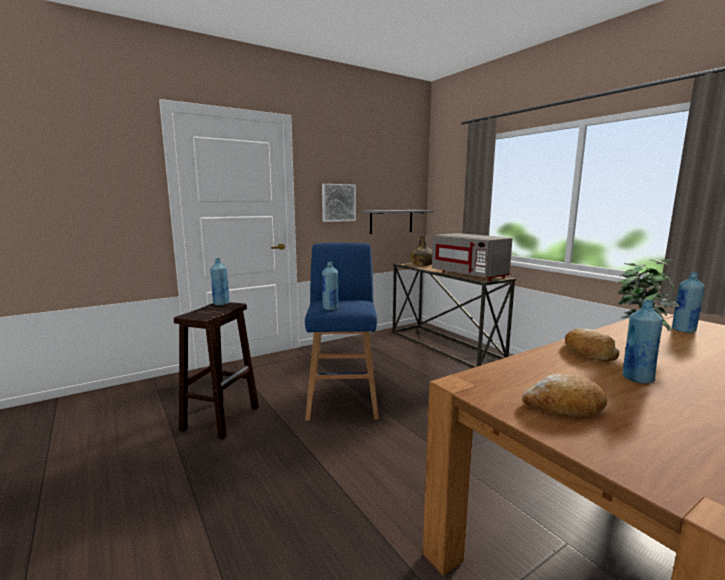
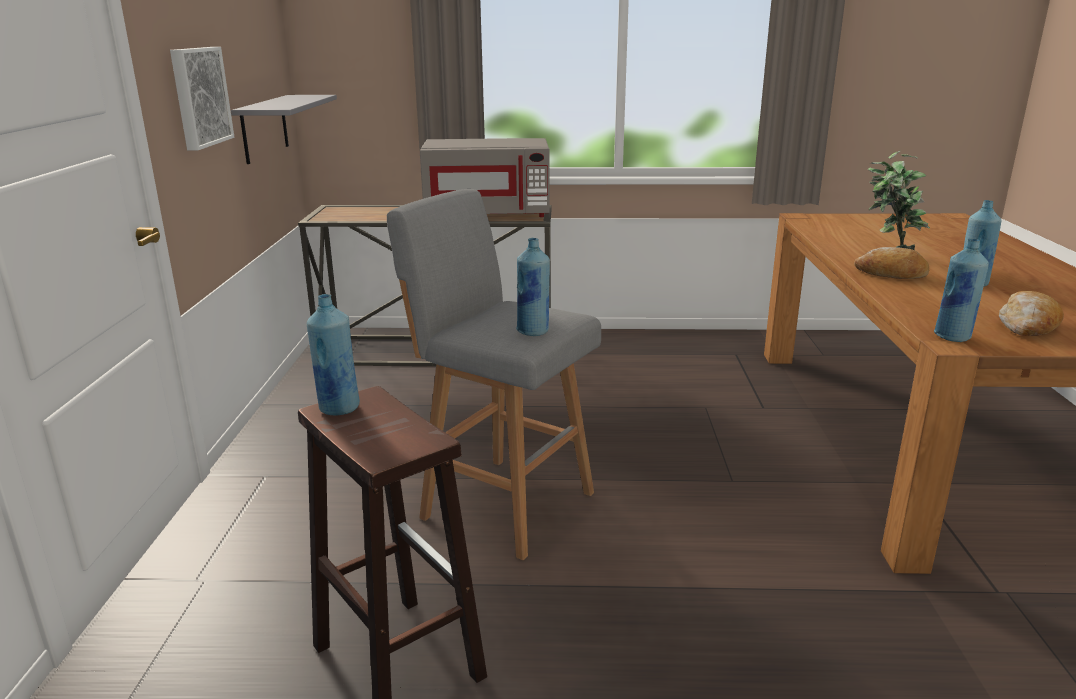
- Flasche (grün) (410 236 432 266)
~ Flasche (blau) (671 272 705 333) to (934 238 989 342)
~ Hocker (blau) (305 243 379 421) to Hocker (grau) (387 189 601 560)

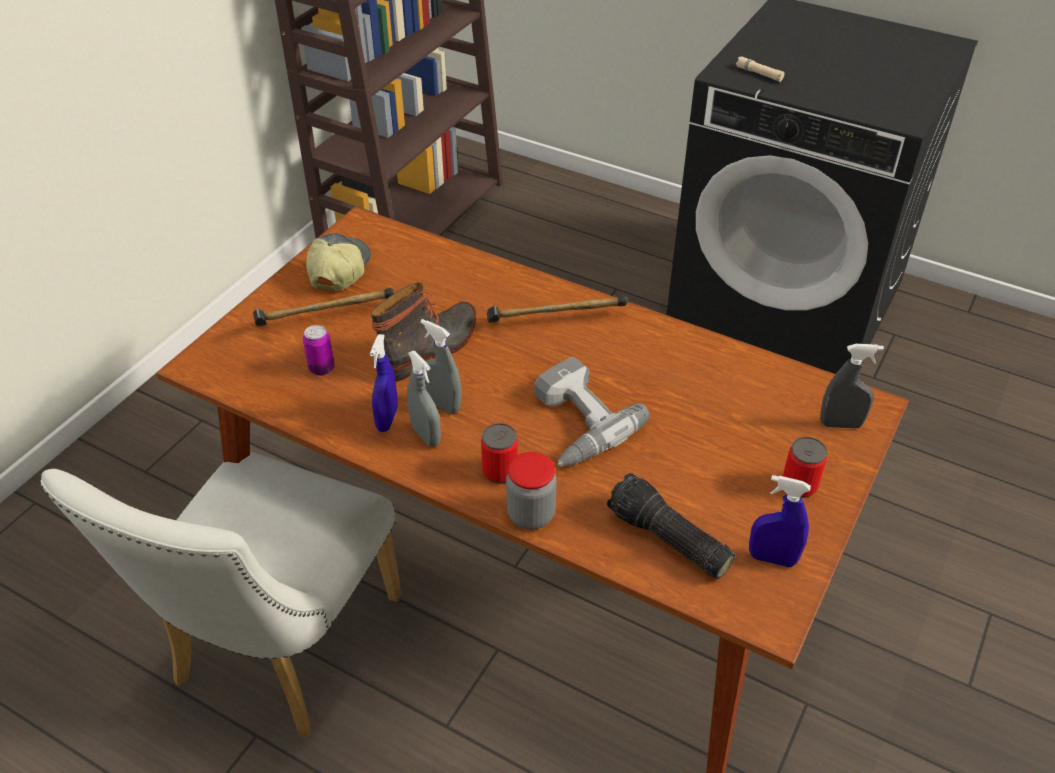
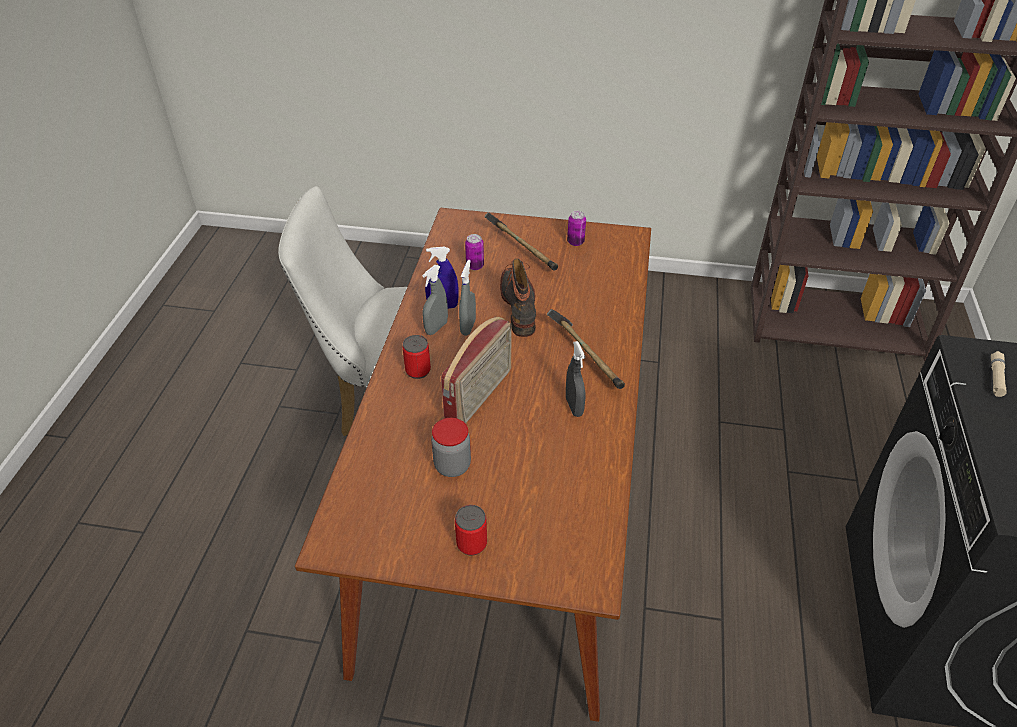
- Taschenlampe (607 473 735 579)
- Sprühflasche (blau) (749 475 811 567)
~ Vorratsglas (506 452 557 529) to (431 418 471 477)
~ Sprühflasche (grau) (820 344 884 429) to (566 341 586 417)
~ Kappe (306 233 371 291) to Dose (567 211 586 246)
~ Bohrmaschine (534 357 649 467) to Radio (441 316 511 423)
~ Stiefel (371 282 476 382) = (500 259 536 337) 120 degrees counterclockwise

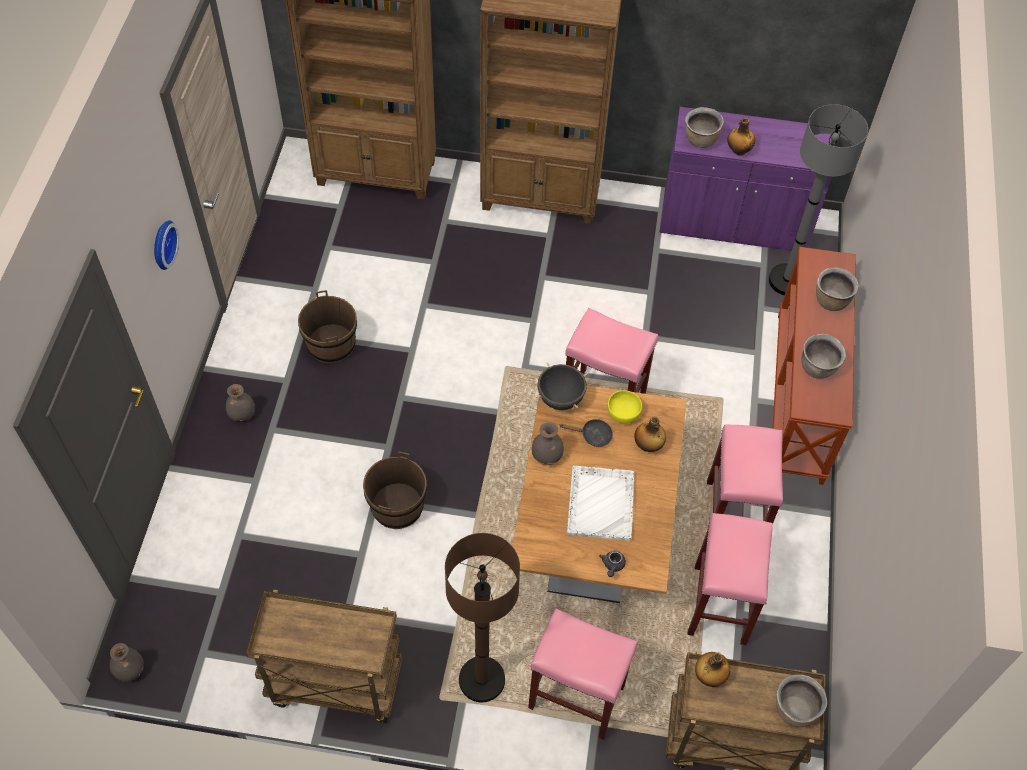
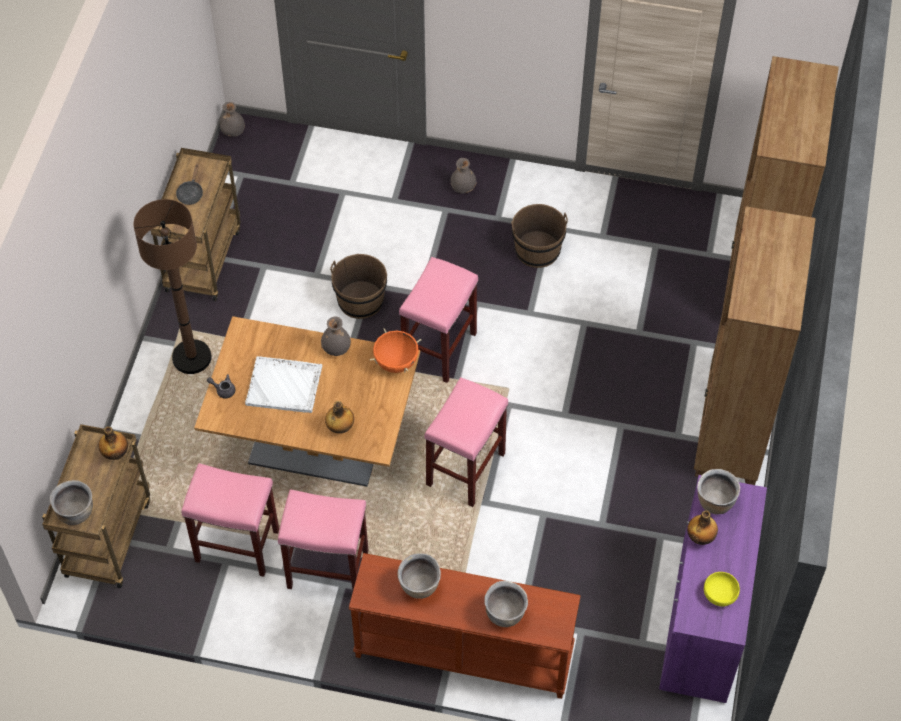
- Wanduhr (154 220 179 270)
- Stehlampe (grau) (769 104 868 295)
~ Hocker (rosa) (528 609 638 740) to (399 257 478 383)
~ Pfanne (schwarz) (559 419 613 447) to (176 165 203 205)
~ Schüssel (gelb) (607 390 642 424) to (704 572 740 607)
~ Kochtopf (schwarz) (535 362 589 410) to Kochtopf (orange) (370 328 422 373)

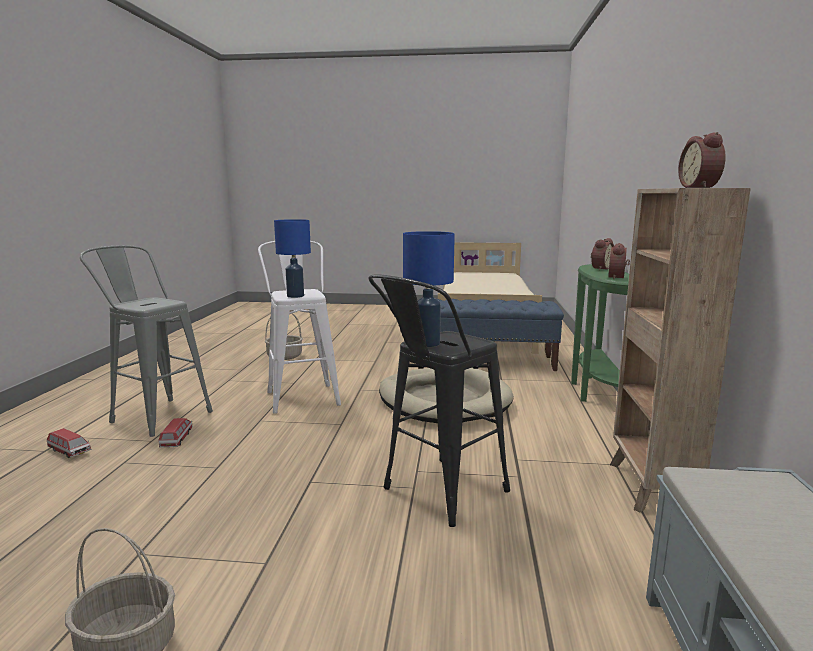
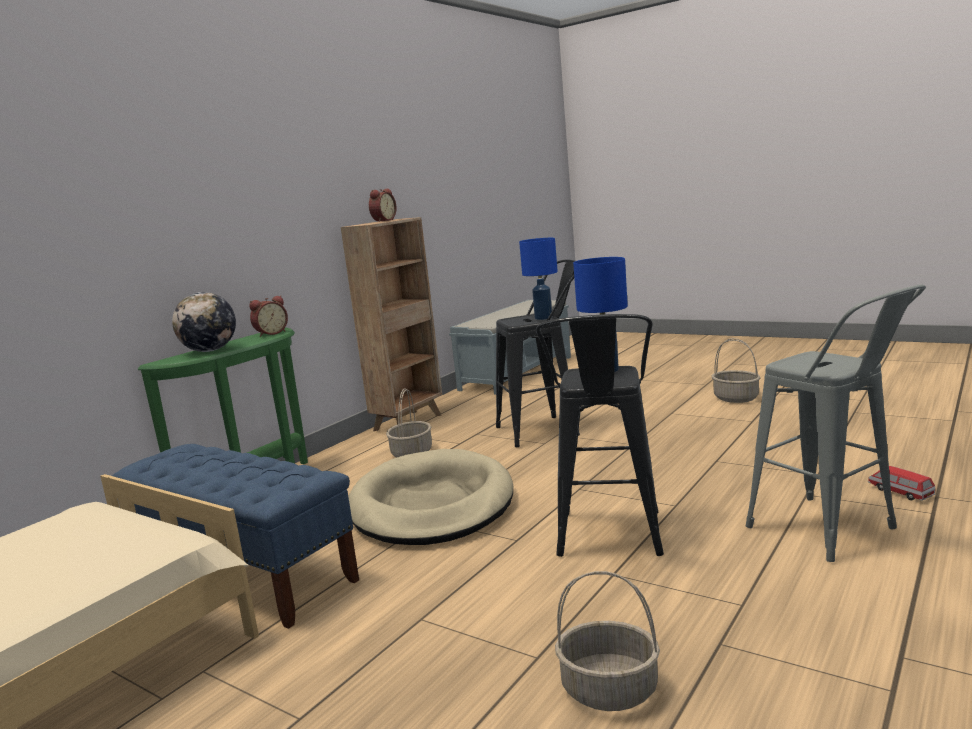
- Spielzeugauto (159 418 193 448)
+ Korb (386 389 432 457)
~ Wecker (591 238 614 270) to Globus (172 292 236 352)
~ Hocker (weiß) (258 241 341 414) to Hocker (schwarz) (536 314 664 557)

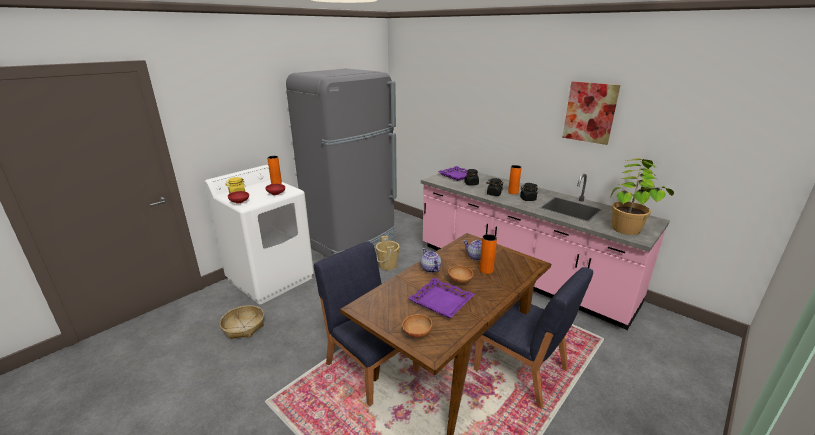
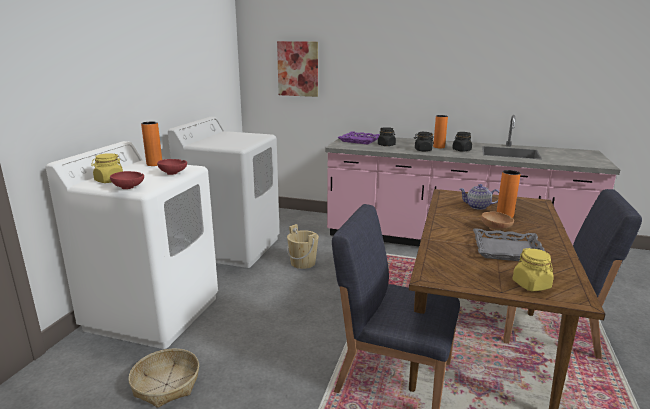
- Teekanne (420 248 441 273)
- Topfpflanze (610 158 674 235)
~ Bild (562 81 620 145) to (277 41 318 97)
~ Kühlschrank (grau) (286 69 397 257) to Waschmaschine (weiß) (168 117 280 268)
~ Schüssel (braun) (402 314 433 338) to Vorratsglas (gelb) (513 248 554 291)
~ Tablett (lila) (408 278 475 318) to Tablett (grau) (473 228 545 261)

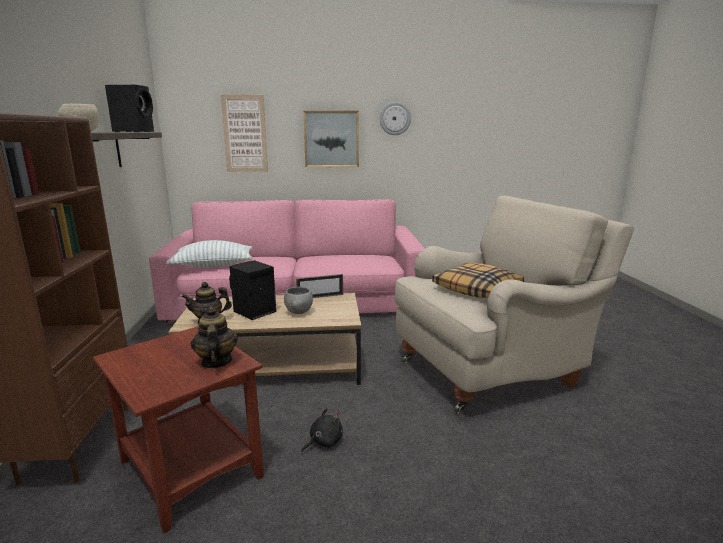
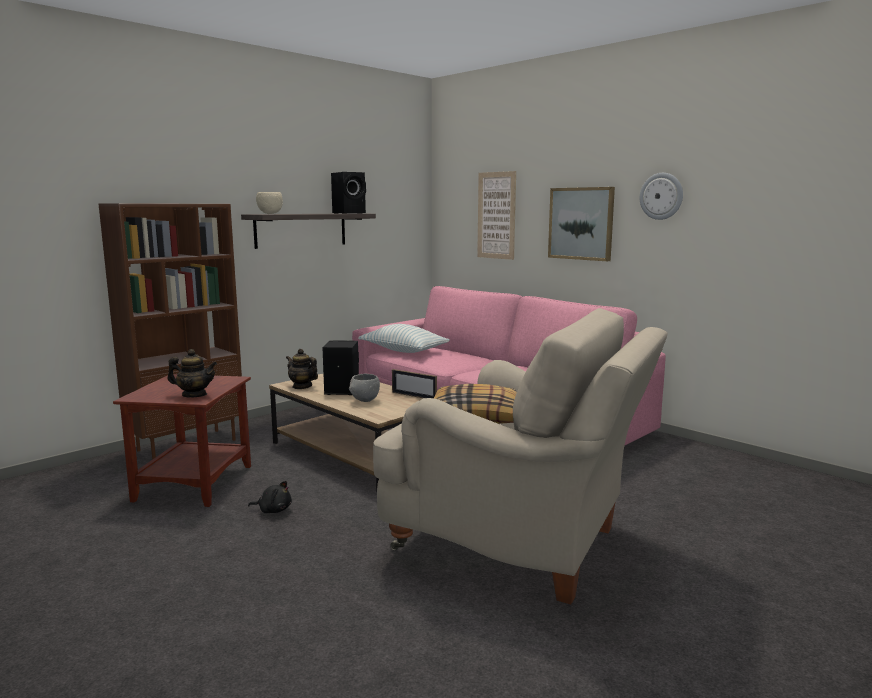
~ Teekanne (191 306 238 369) = (168 349 217 397) 60 degrees clockwise

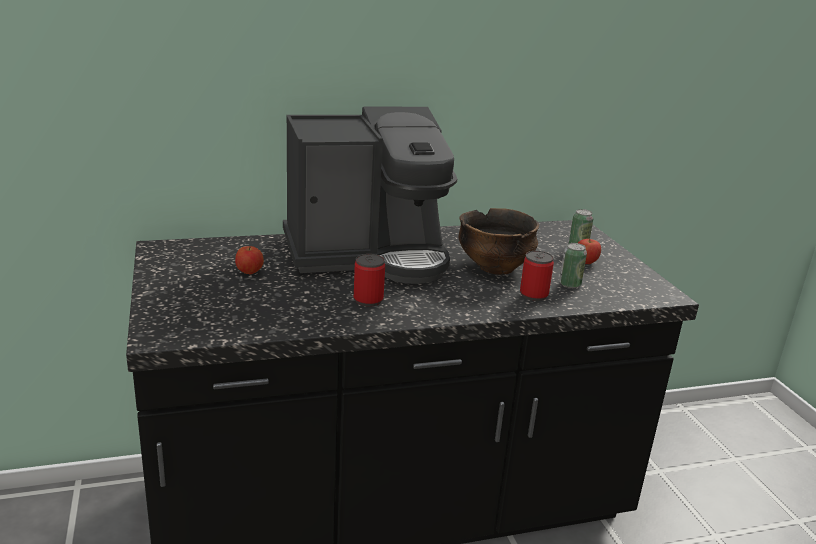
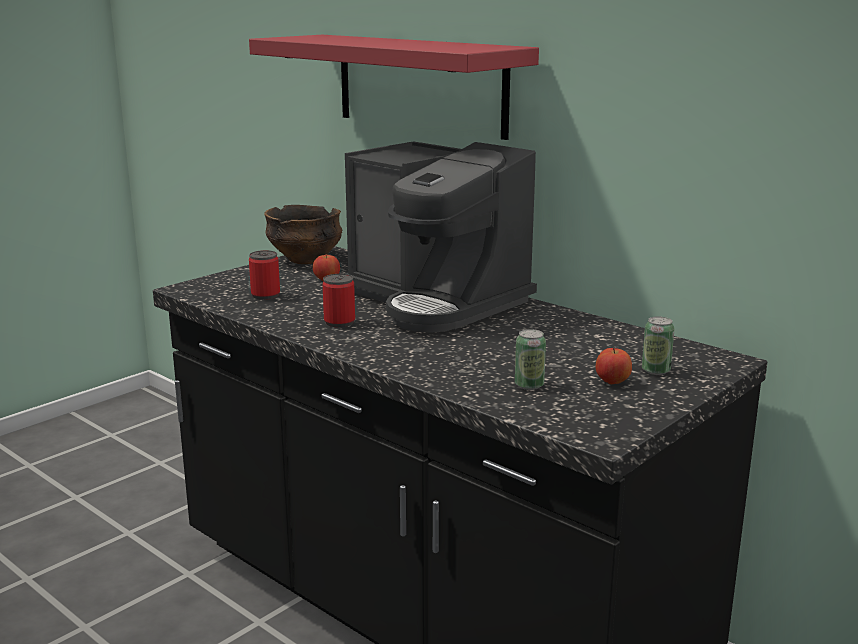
+ Wandregal (rot) (249 35 539 140)
~ Schüssel (459 208 539 275) to (264 205 342 264)
~ Dose (520 251 554 301) to (249 250 280 300)

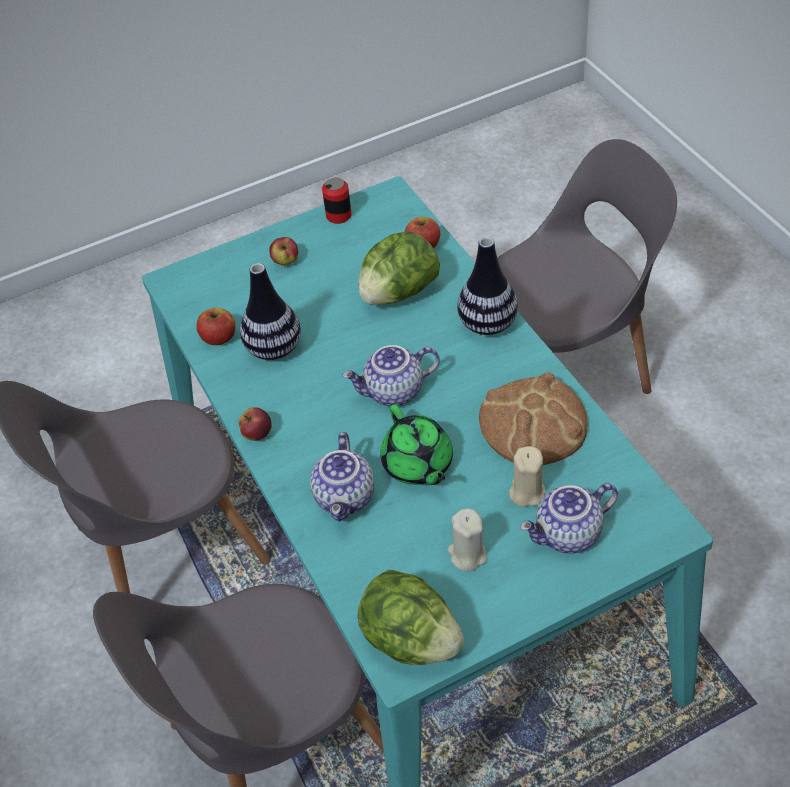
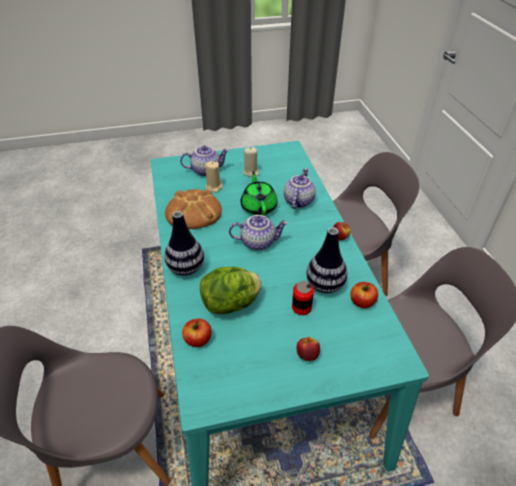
- Salatkopf (358 570 464 665)
~ Dose (322 178 352 224) to (292 282 314 315)

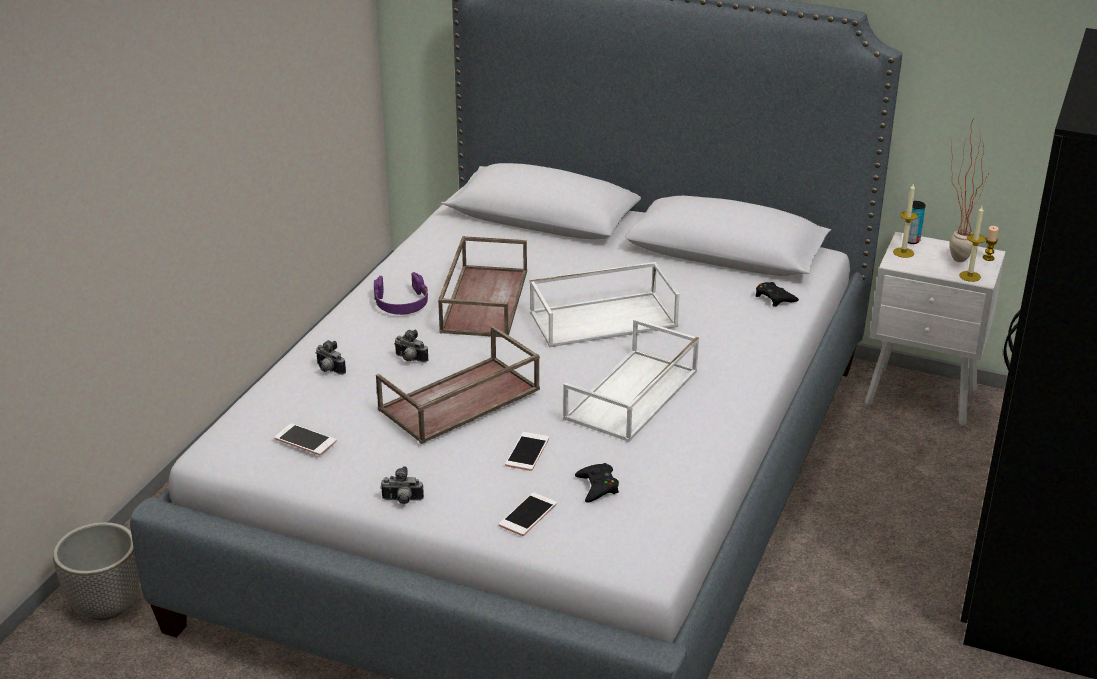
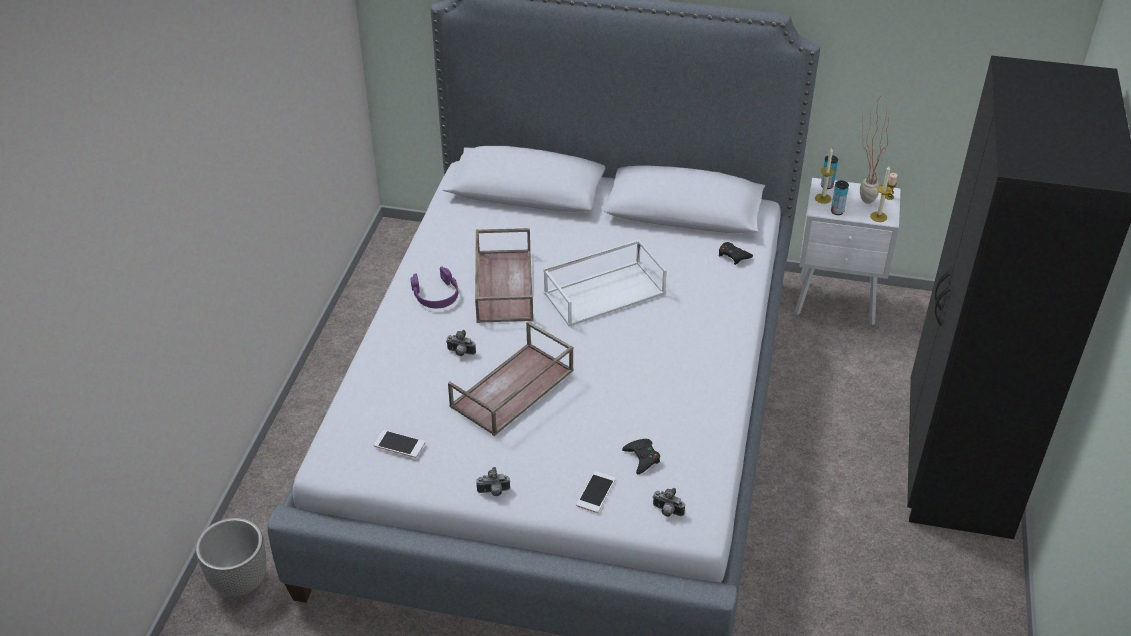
- Handy (505 432 549 471)
- Tablett (weiß) (563 319 699 442)
+ Dose (831 181 849 215)
~ Kamera (315 340 346 375) to (653 488 685 517)

